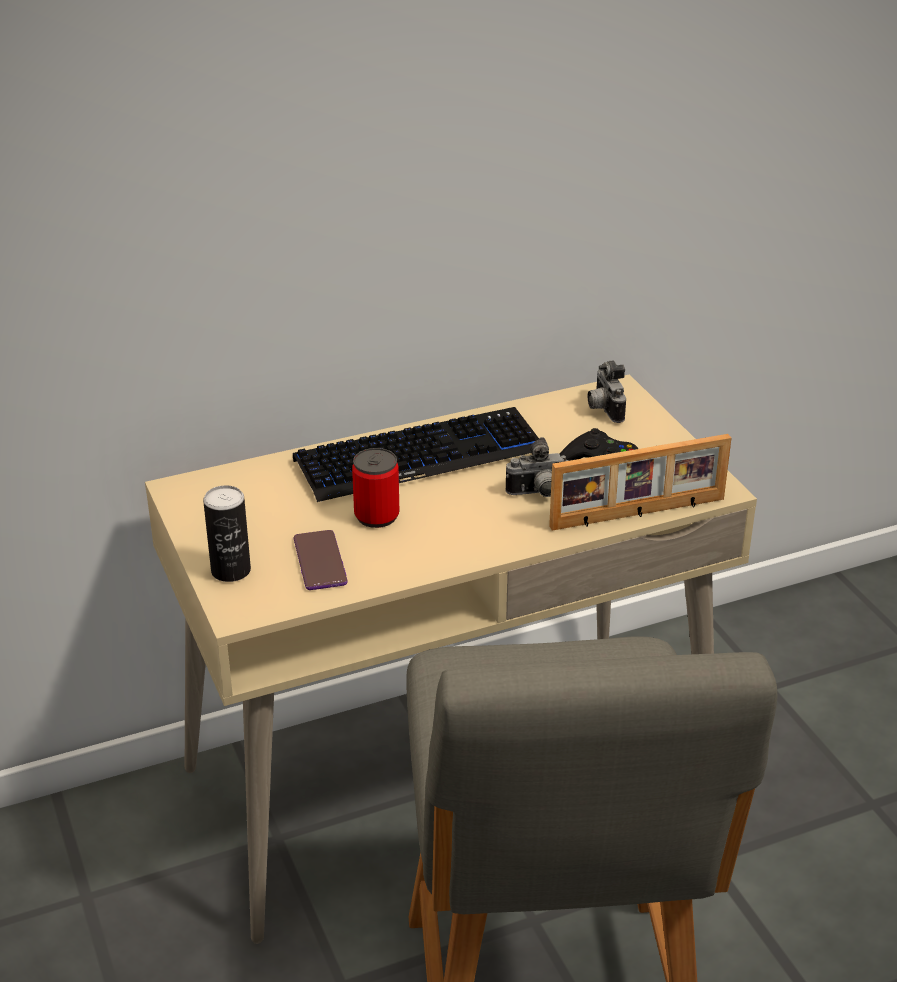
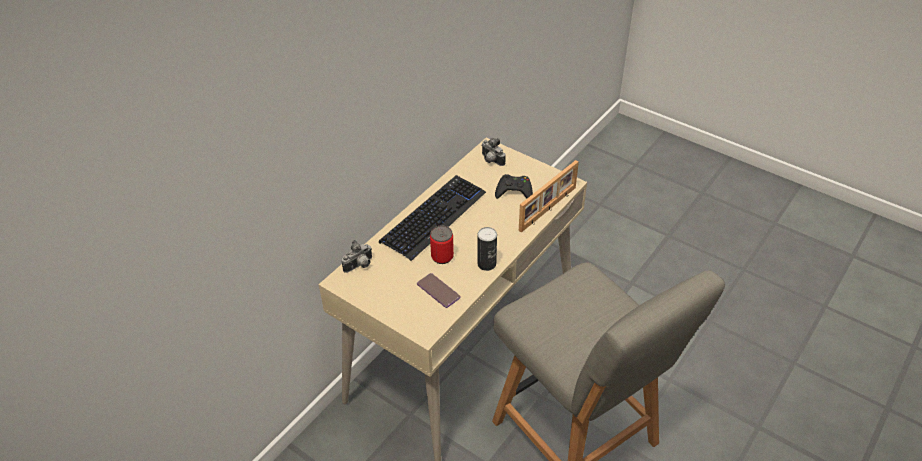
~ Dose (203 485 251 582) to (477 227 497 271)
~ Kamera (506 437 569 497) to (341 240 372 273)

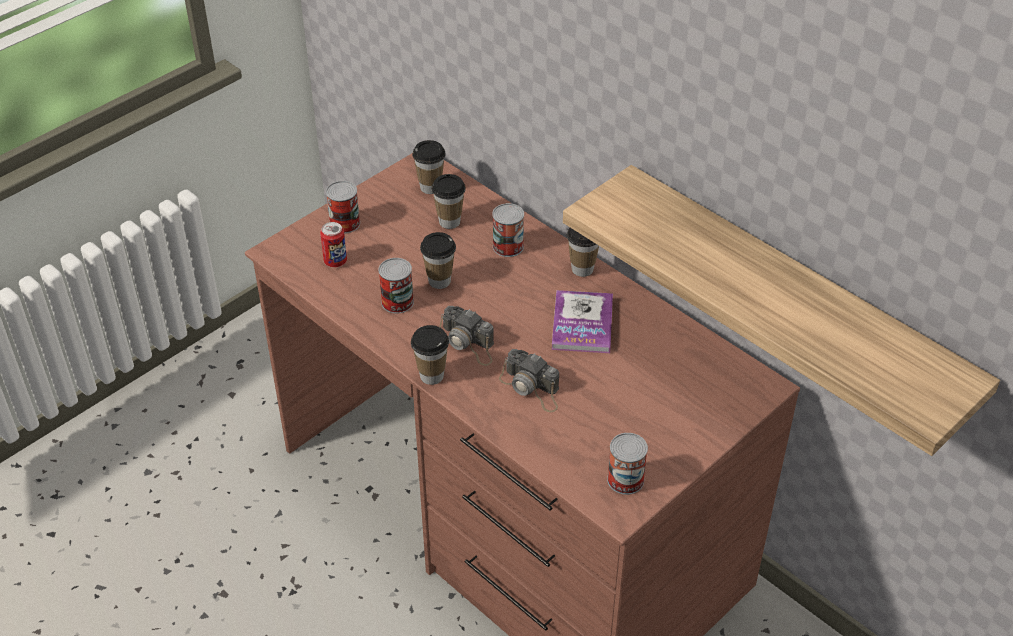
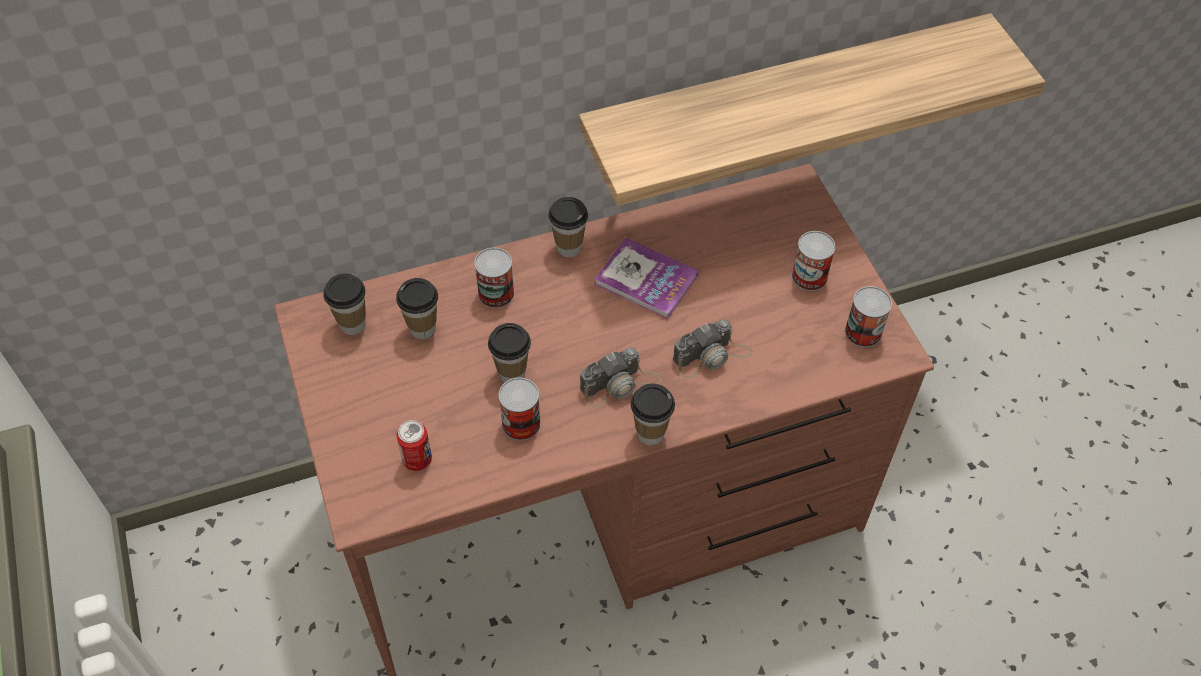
~ Dose (326 181 360 234) to (792 231 836 291)

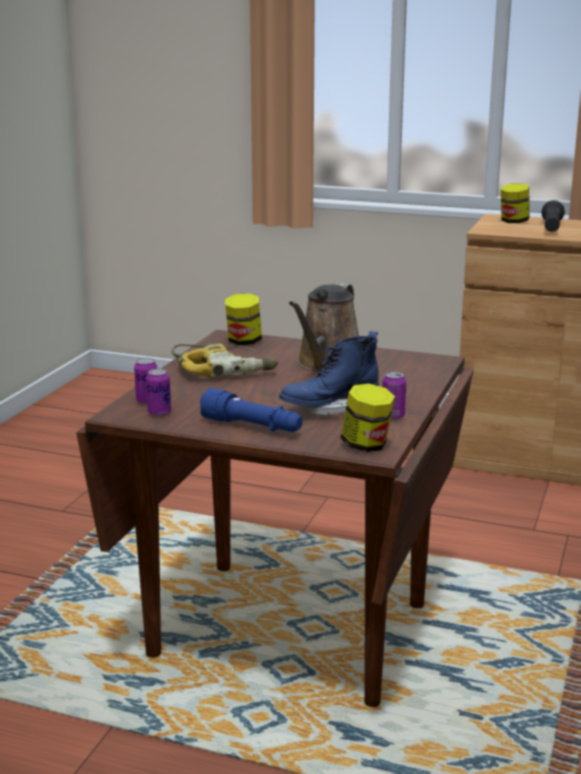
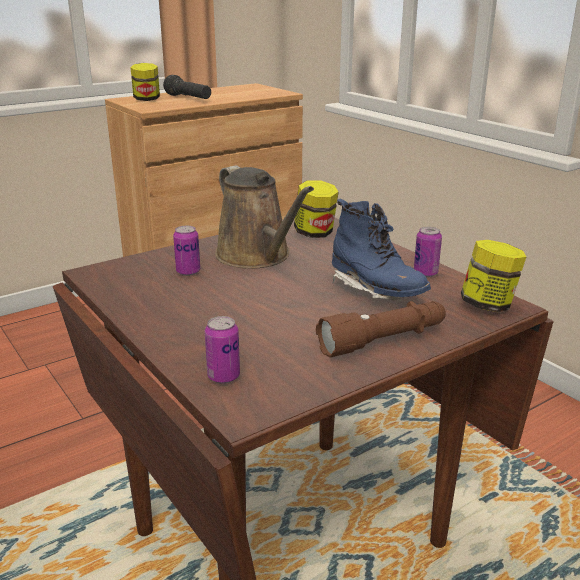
- Bohrmaschine (171 343 278 377)
~ Dose (146 369 171 416) to (173 226 200 276)
~ Vorratsglas (225 293 262 345) to (294 181 339 238)
~ Taschenlampe (blau) (200 388 303 432) to Taschenlampe (braun) (316 301 446 357)
~ Stiefel (blau) (279 331 379 416) = (332 199 431 300) 45 degrees counterclockwise

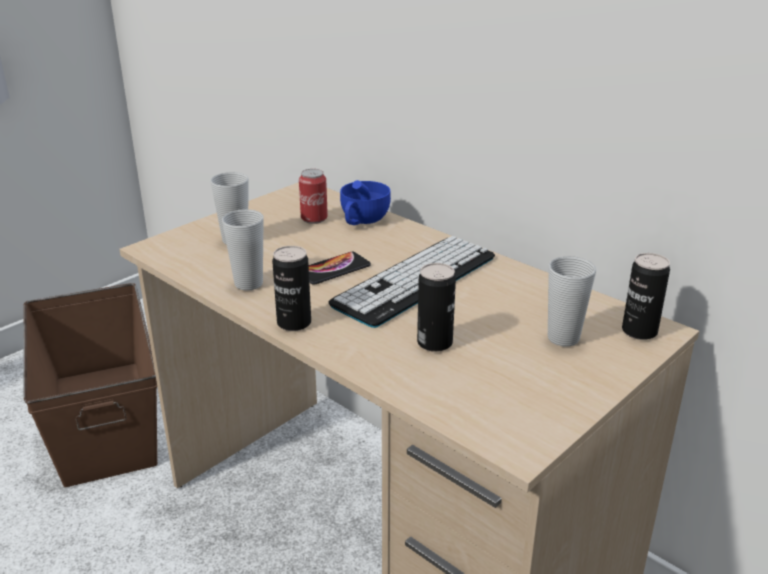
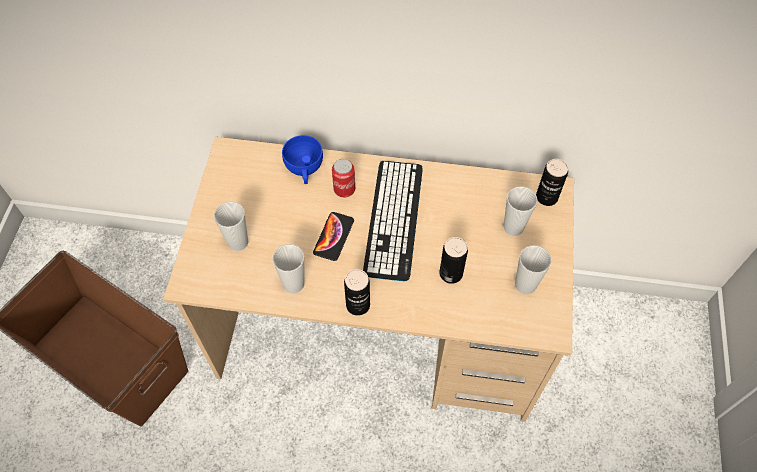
+ Tasse (515 245 552 294)
~ Dose (299 169 328 224) to (332 159 355 197)

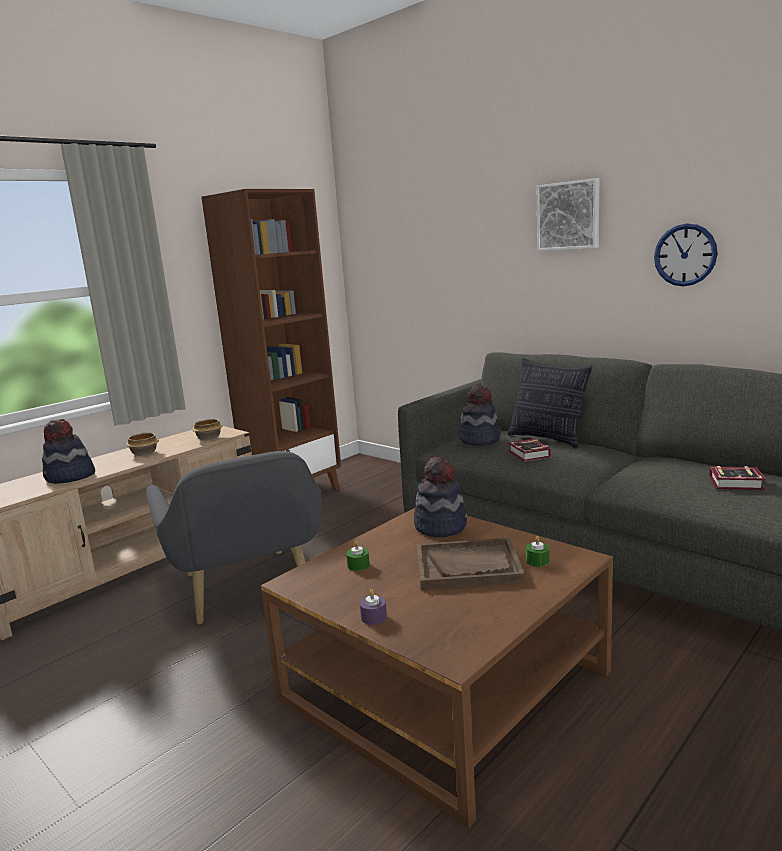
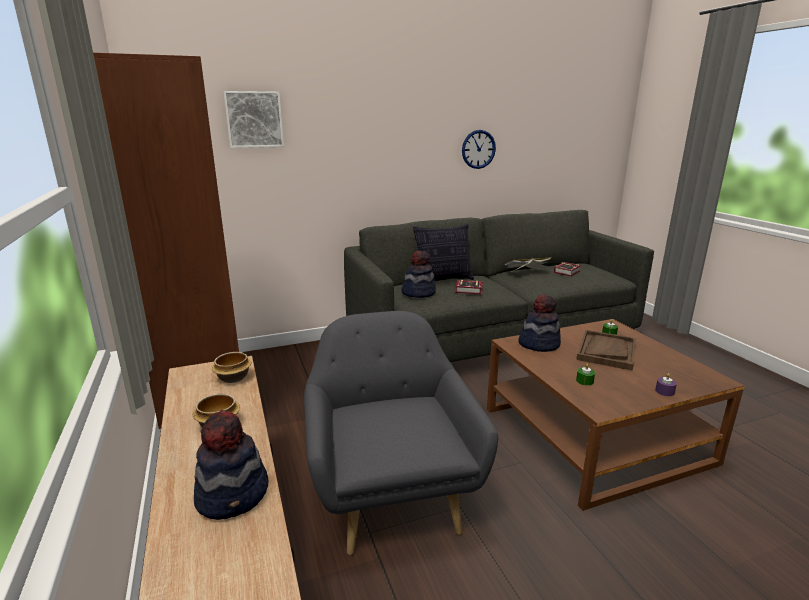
+ Buch (504 257 552 272)
~ Bild (537 178 599 251) to (223 91 284 148)
~ Sessel (grau) (146 451 322 625) = (304 311 498 556) 105 degrees counterclockwise

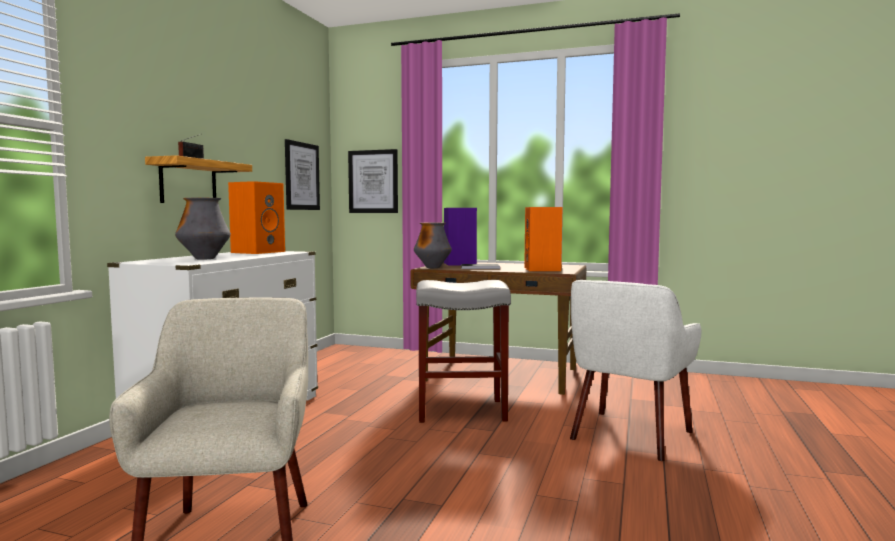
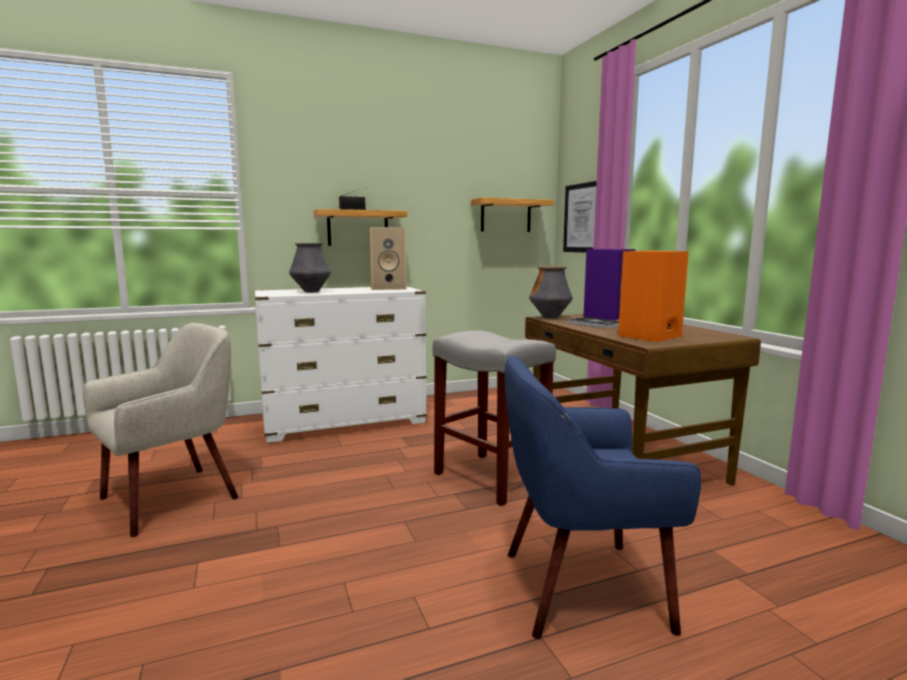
~ Bild (285 139 320 210) to Wandregal (471 197 554 232)
~ Lautsprecher (orange) (228 181 285 254) to Lautsprecher (beige) (369 227 407 290)
~ Sessel (weiß) (570 280 701 461) to Sessel (blau) (505 356 701 639)

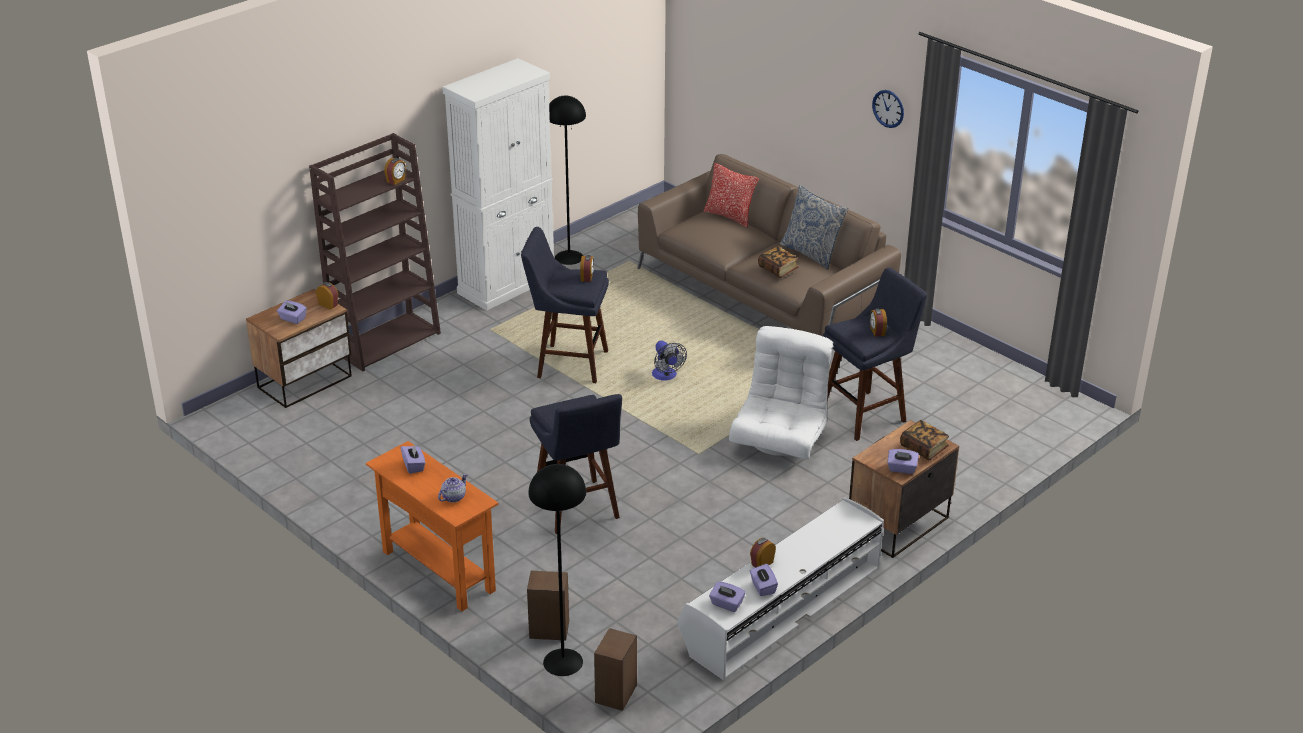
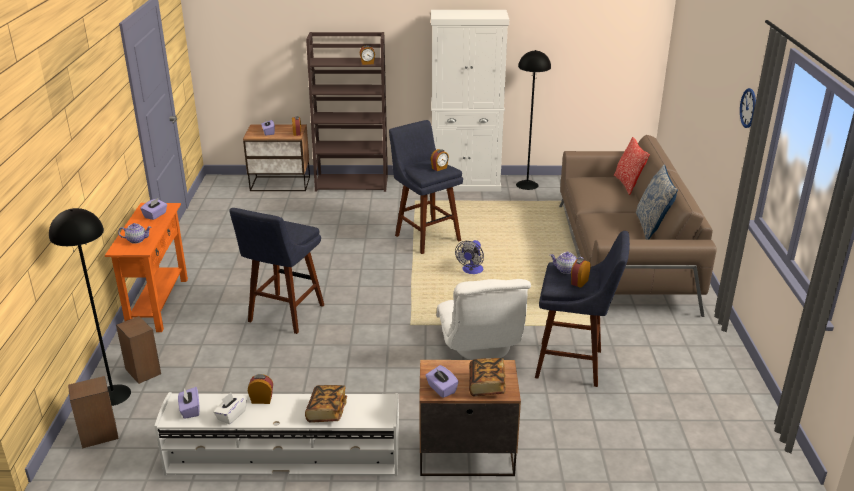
+ Teekanne (550 252 583 274)
~ Buch (758 246 799 278) to (305 385 347 423)
~ Taschentuchbox (lila) (750 564 778 596) to Taschentuchbox (weiß) (213 393 247 424)
~ Sessel (weiß) (729 326 834 459) = (436 279 531 360) 105 degrees clockwise

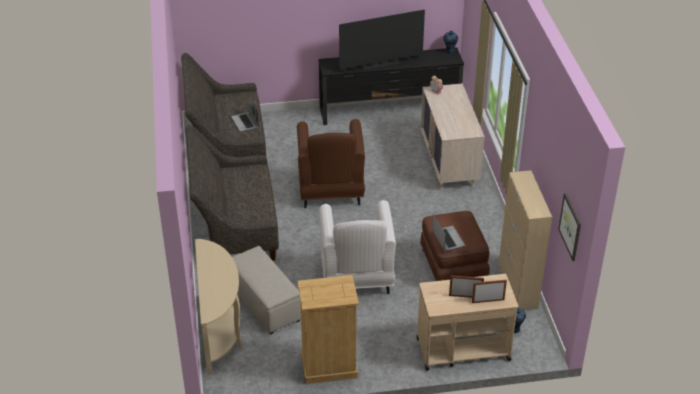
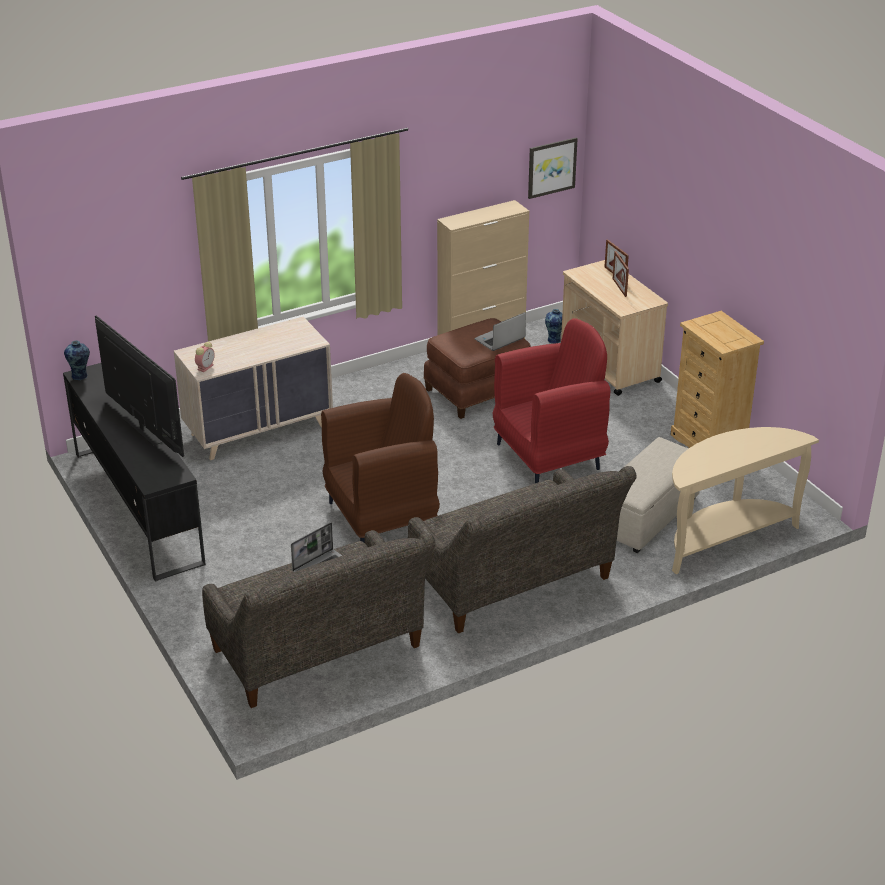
~ Sessel (weiß) (319 200 396 294) to Sessel (rot) (493 318 611 483)

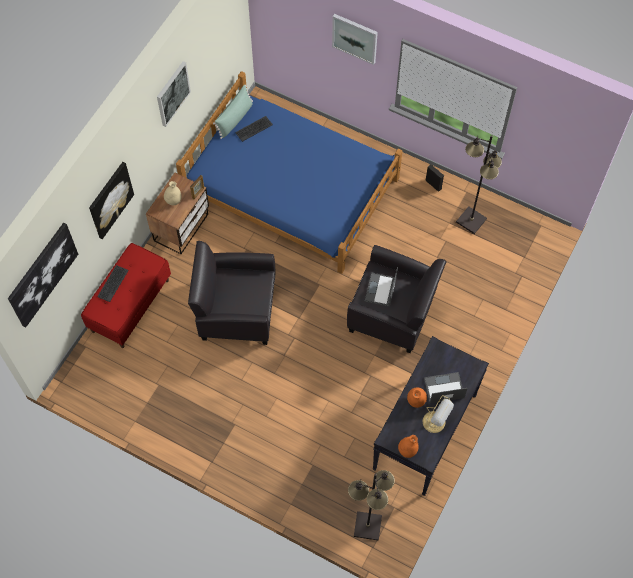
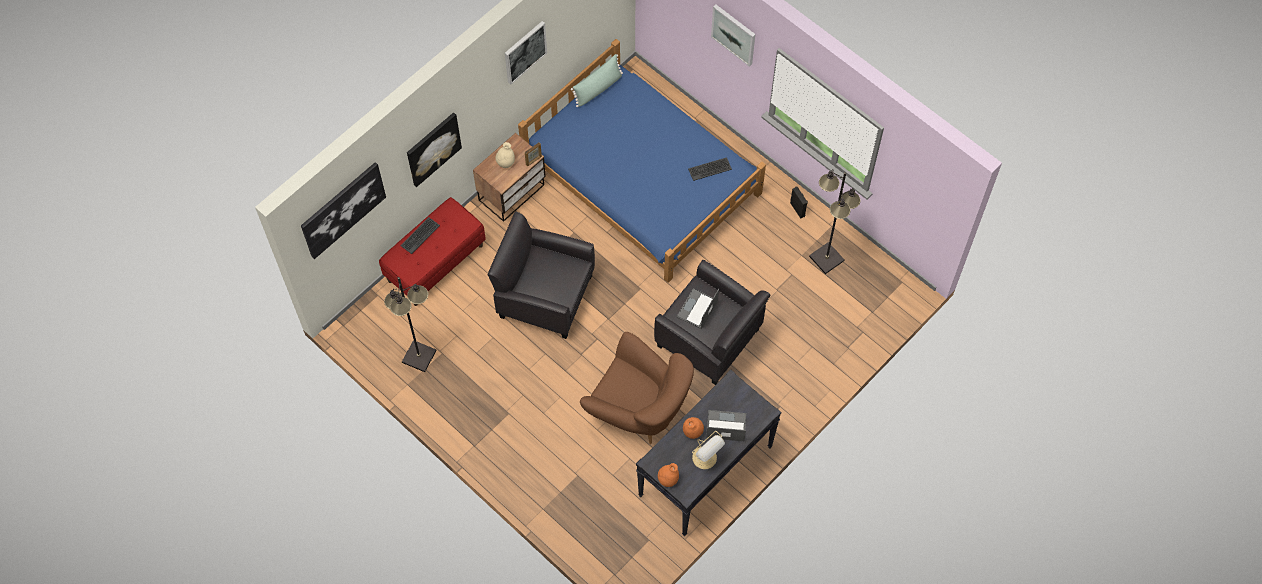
+ Sessel (braun) (580 332 694 444)
~ Tastatur (235 116 273 142) to (688 157 732 181)
~ Stehlampe (schwarz) (348 470 395 541) to (384 277 436 372)

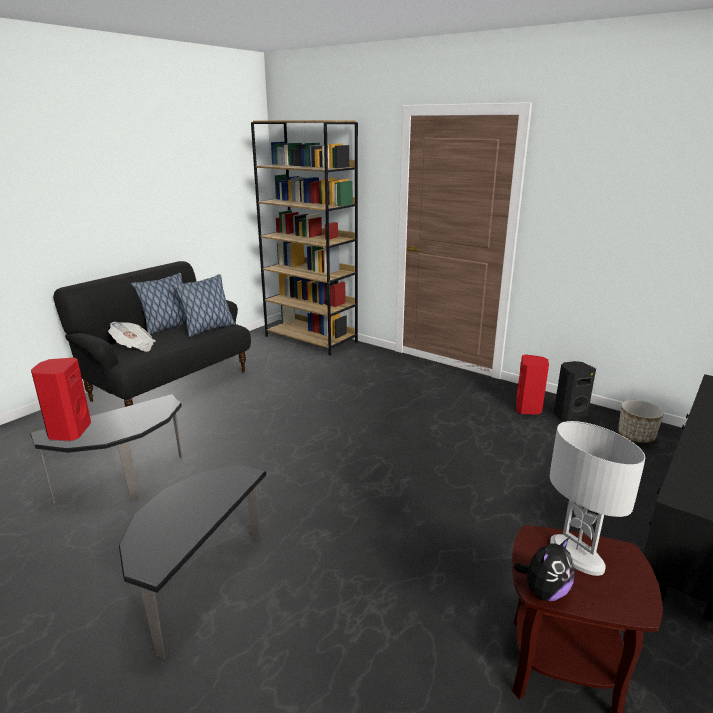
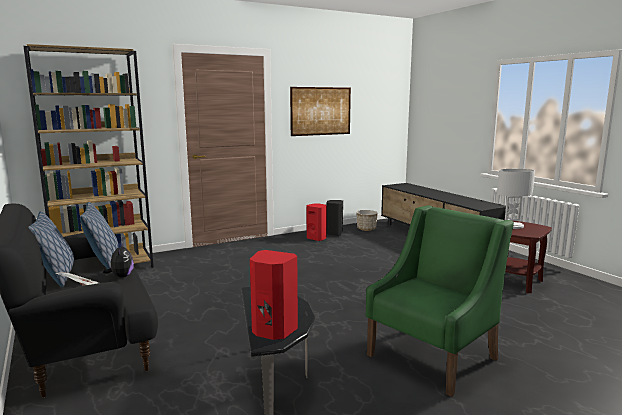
+ Bild (290 87 351 136)
~ Plüschtier (514 538 575 601) to (102 244 134 278)
~ Beistelltisch (119 465 266 659) to Sessel (grün) (365 205 514 397)

